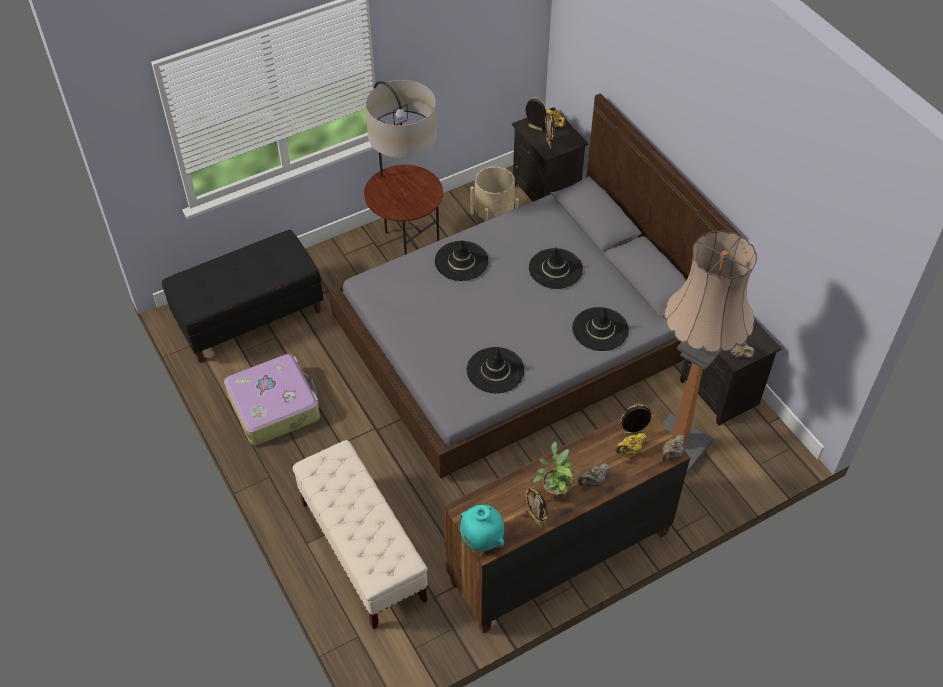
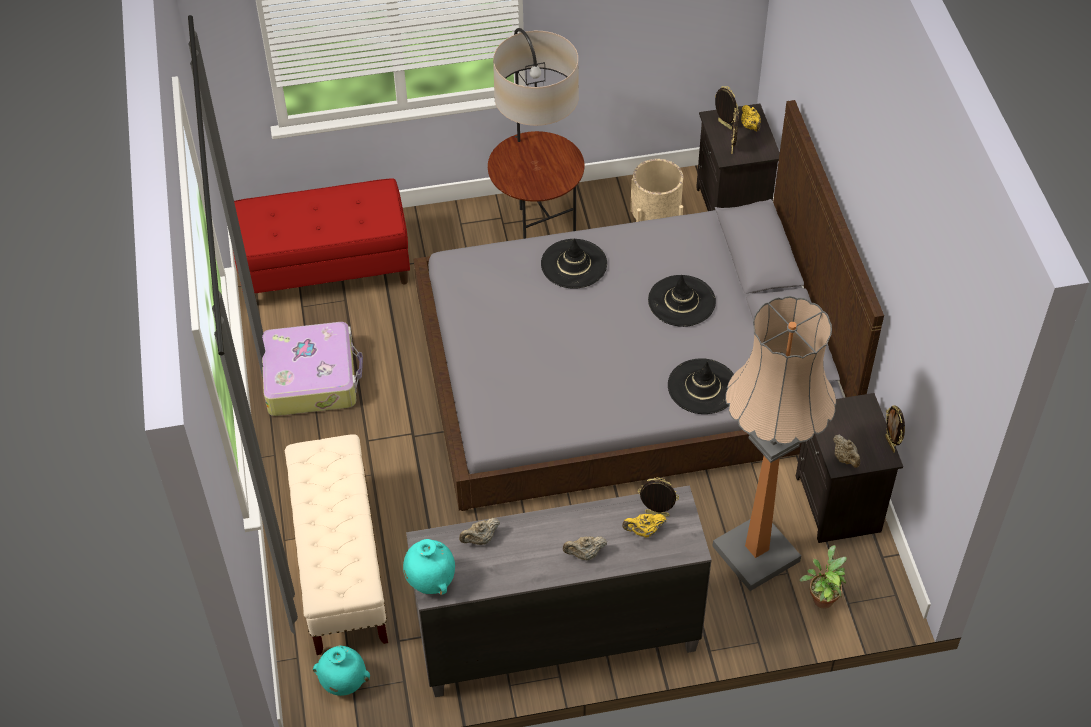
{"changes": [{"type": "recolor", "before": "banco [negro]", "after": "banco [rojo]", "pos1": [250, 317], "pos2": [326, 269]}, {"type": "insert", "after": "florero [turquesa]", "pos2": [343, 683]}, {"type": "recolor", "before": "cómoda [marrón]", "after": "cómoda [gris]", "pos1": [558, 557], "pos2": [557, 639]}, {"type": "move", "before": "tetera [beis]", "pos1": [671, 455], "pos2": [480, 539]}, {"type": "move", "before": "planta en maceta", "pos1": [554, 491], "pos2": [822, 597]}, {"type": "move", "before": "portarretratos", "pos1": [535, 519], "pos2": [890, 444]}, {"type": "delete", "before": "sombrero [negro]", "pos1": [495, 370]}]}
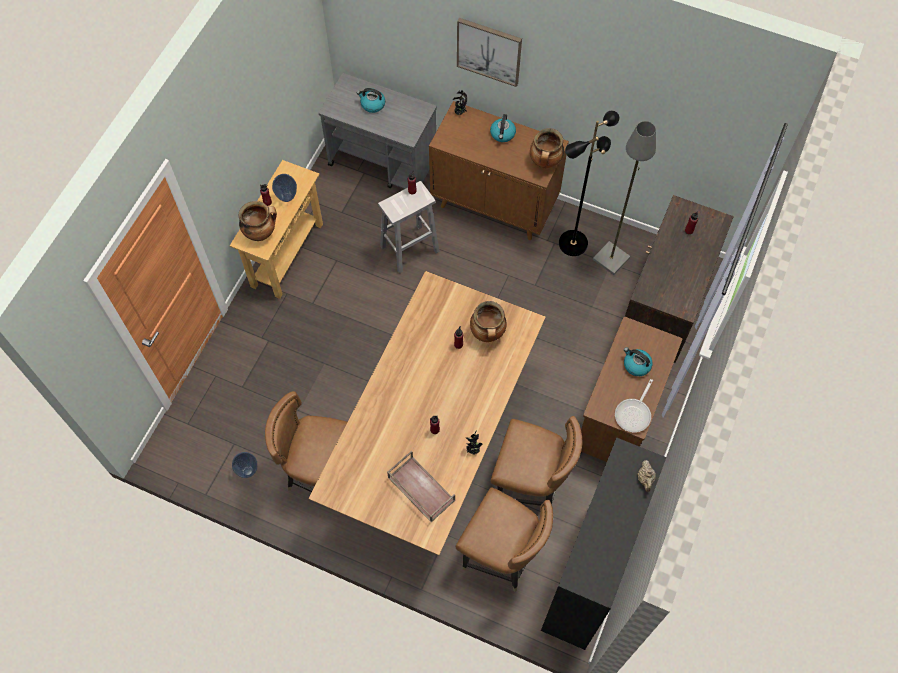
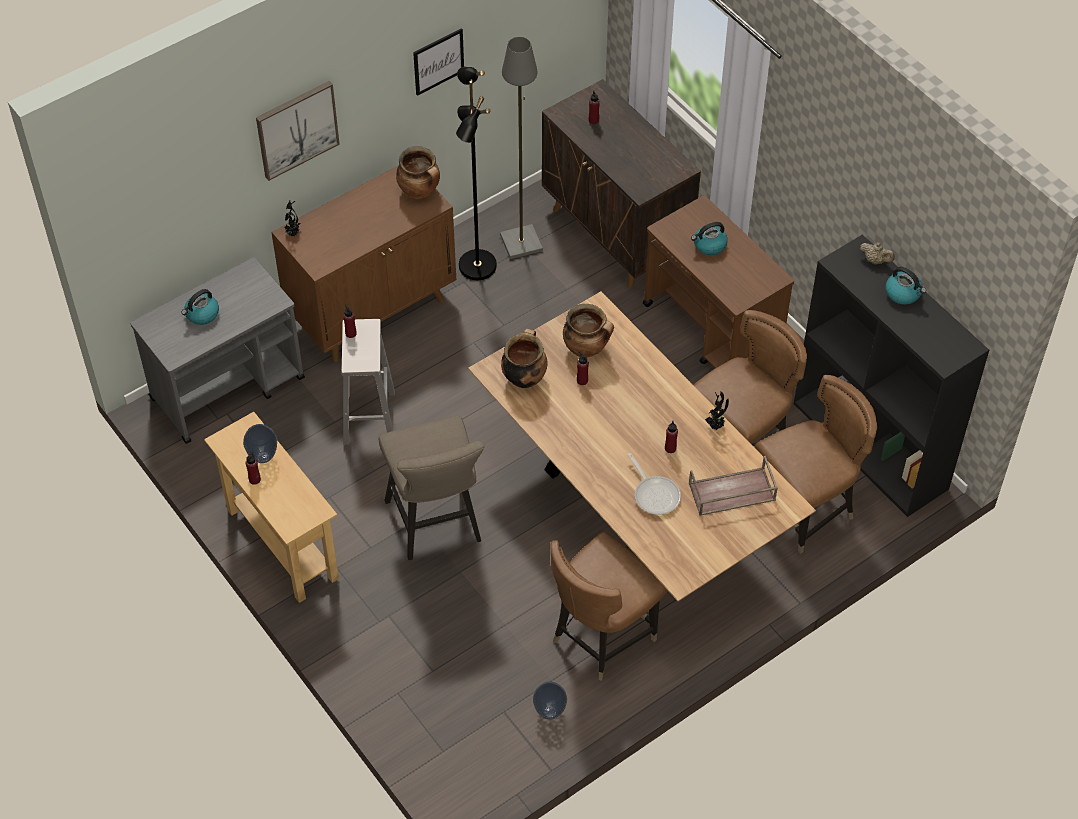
{"changes": [{"type": "insert", "after": "taburete [beis]", "pos2": [436, 526]}, {"type": "insert", "after": "cuadro", "pos2": [438, 61]}, {"type": "move", "before": "olla", "pos1": [261, 232], "pos2": [524, 377]}, {"type": "move", "before": "sartén", "pos1": [634, 414], "pos2": [655, 494]}, {"type": "move", "before": "hervidor", "pos1": [502, 134], "pos2": [903, 293]}]}
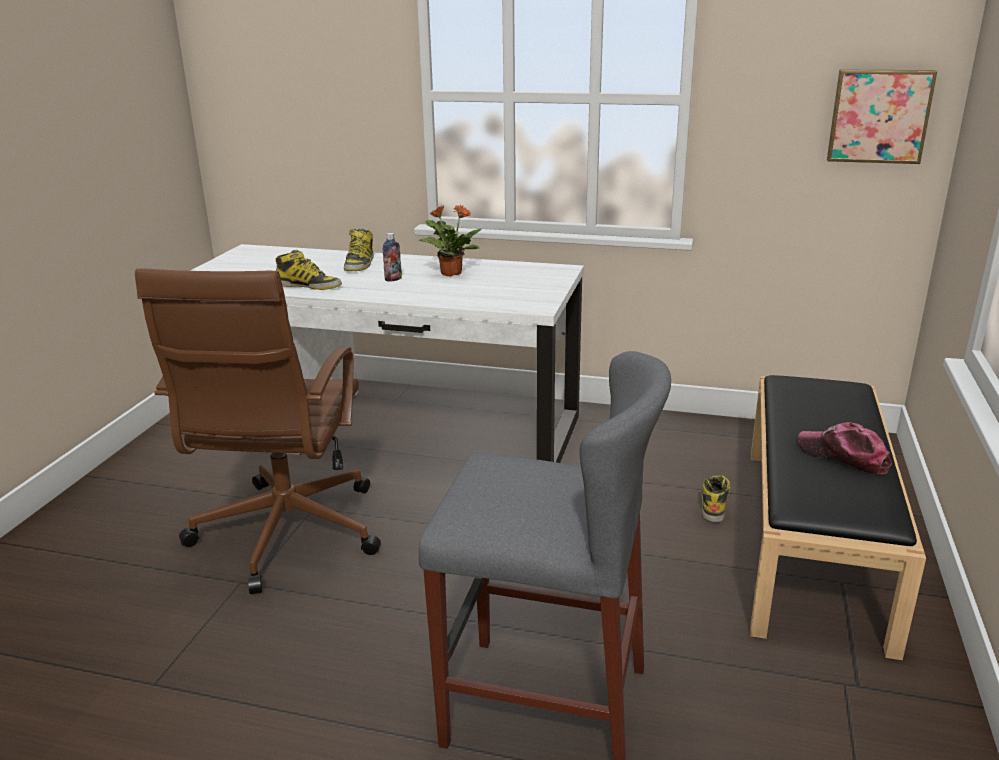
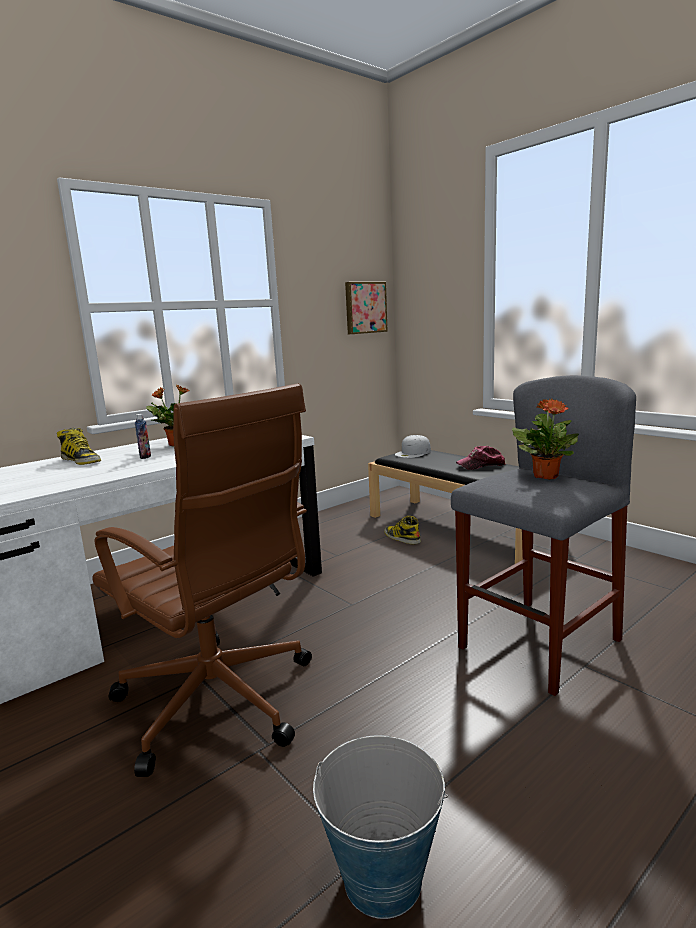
{"changes": [{"type": "insert", "after": "cubo", "pos2": [382, 878]}, {"type": "insert", "after": "gorra [blanco]", "pos2": [413, 453]}, {"type": "insert", "after": "planta en maceta", "pos2": [546, 476]}, {"type": "delete", "before": "bota", "pos1": [309, 286]}]}
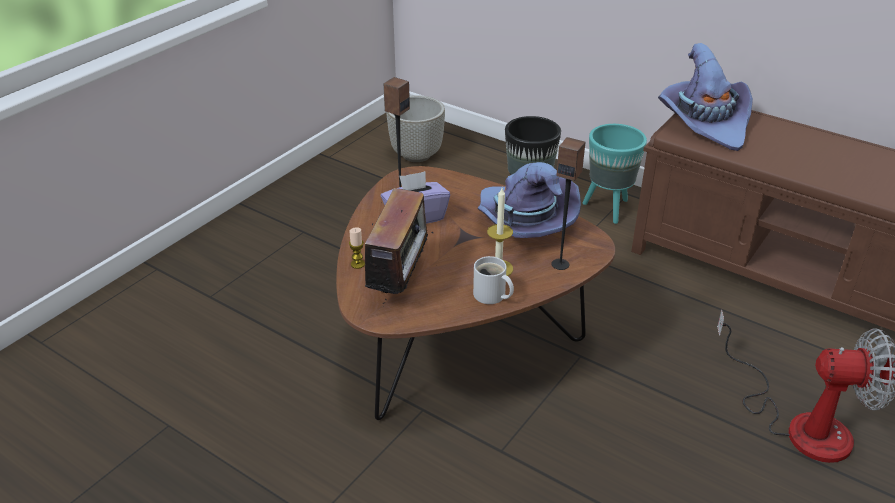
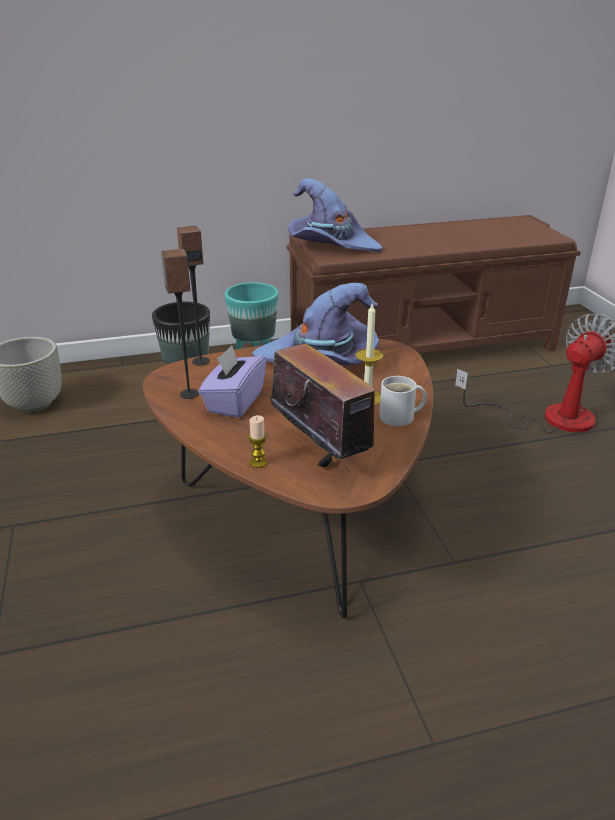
{"changes": [{"type": "move", "before": "altavoz", "pos1": [560, 264], "pos2": [200, 361]}]}
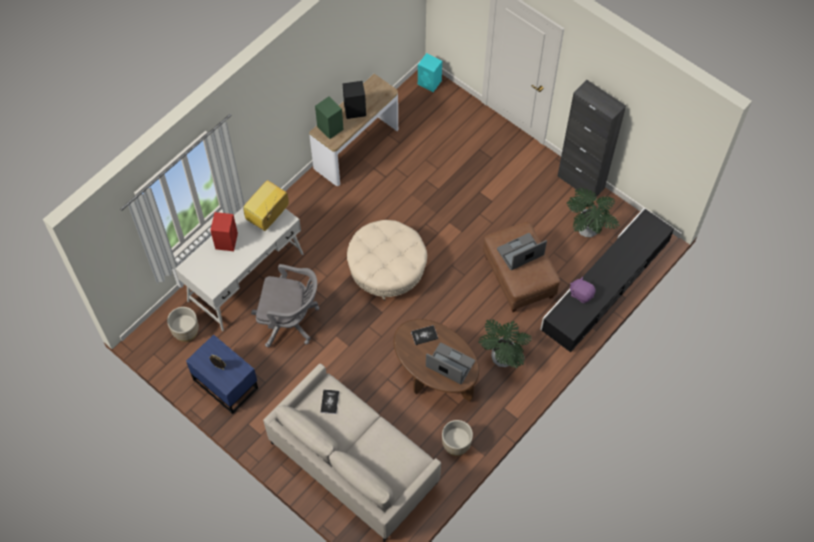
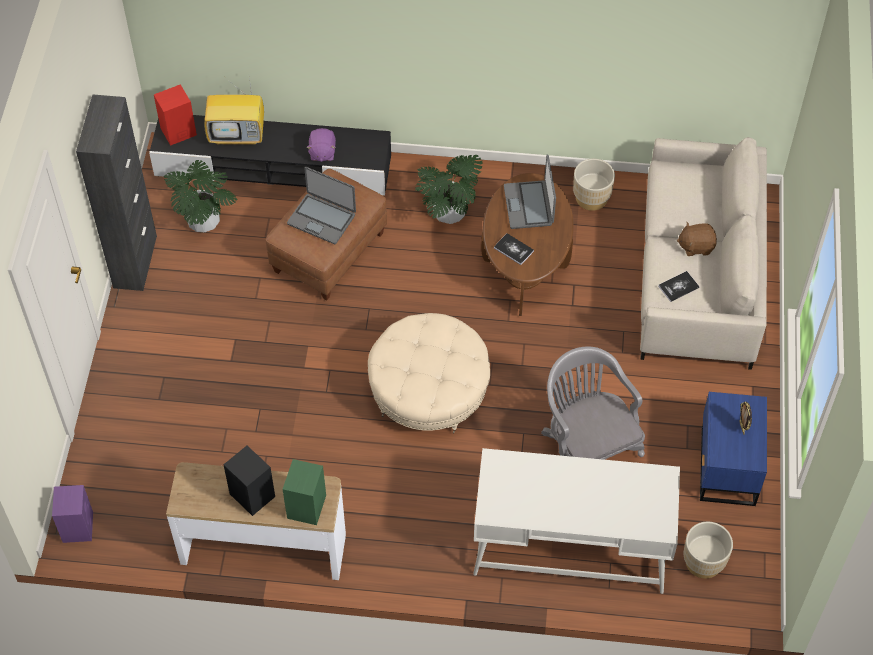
{"changes": [{"type": "recolor", "before": "altavoz [turquesa]", "after": "altavoz [morado]", "pos1": [430, 83], "pos2": [78, 526]}, {"type": "move", "before": "altavoz [rojo]", "pos1": [226, 240], "pos2": [177, 132]}, {"type": "move", "before": "televisor", "pos1": [268, 216], "pos2": [238, 135]}, {"type": "insert", "after": "peluche [marrón]", "pos2": [696, 246]}]}
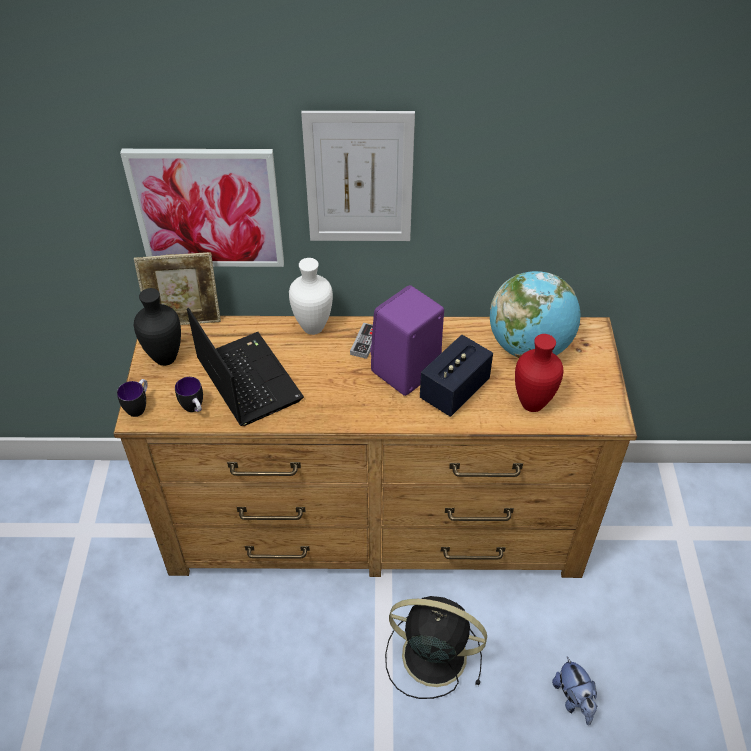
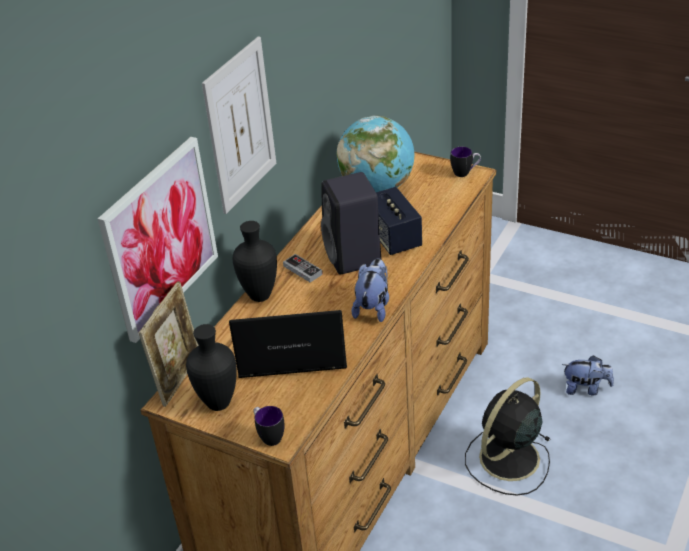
{"changes": [{"type": "recolor", "before": "florero [blanco]", "after": "florero [negro]", "pos1": [312, 329], "pos2": [261, 296]}, {"type": "recolor", "before": "altavoz [morado]", "after": "altavoz [negro]", "pos1": [404, 372], "pos2": [354, 257]}, {"type": "insert", "after": "peluche", "pos2": [373, 307]}, {"type": "move", "before": "taza grande", "pos1": [194, 409], "pos2": [465, 173]}, {"type": "delete", "before": "florero [rojo]", "pos1": [533, 405]}]}
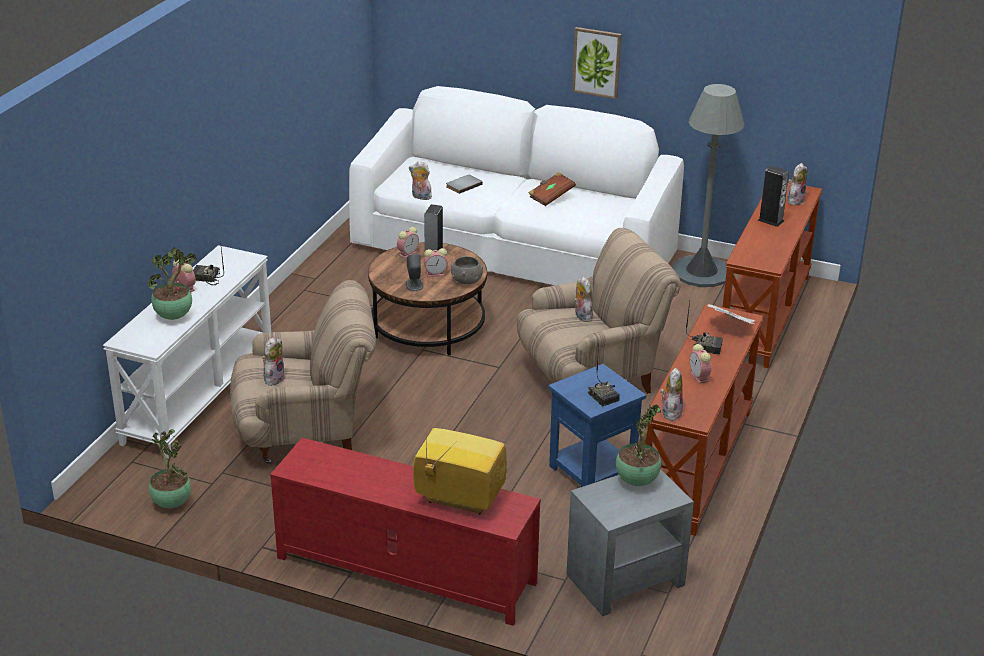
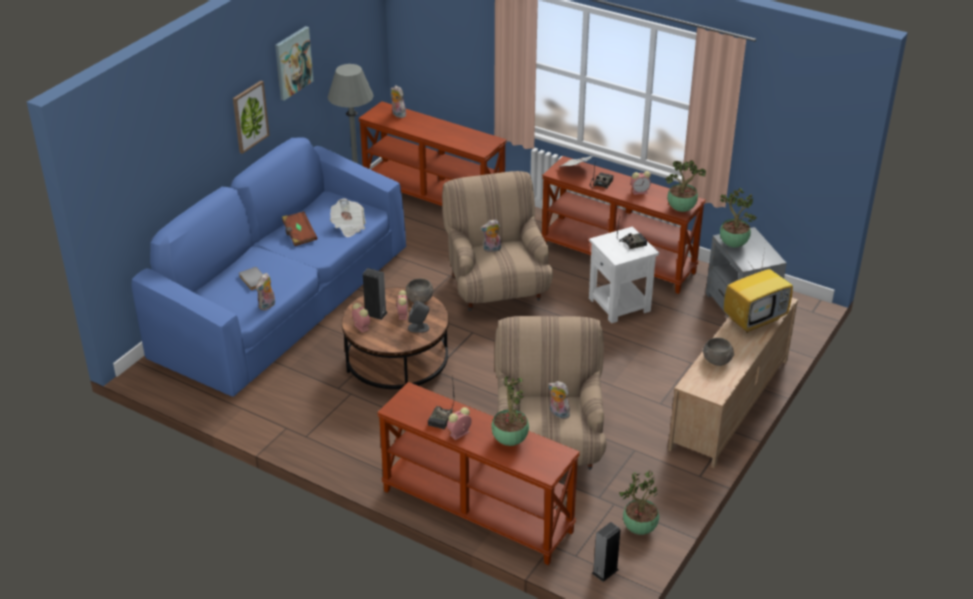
{"changes": [{"type": "recolor", "before": "sofá [blanco]", "after": "sofá [azul]", "pos1": [513, 250], "pos2": [282, 303]}, {"type": "insert", "after": "cuadro", "pos2": [293, 62]}, {"type": "insert", "after": "periódico", "pos2": [348, 226]}, {"type": "recolor", "before": "mesa consola [blanco]", "after": "mesa consola [marrón]", "pos1": [198, 395], "pos2": [476, 511]}, {"type": "recolor", "before": "mesa auxiliar [azul]", "after": "mesa auxiliar [blanco]", "pos1": [591, 471], "pos2": [620, 305]}, {"type": "move", "before": "altavoz", "pos1": [770, 220], "pos2": [605, 571]}, {"type": "replace", "before": "peluche", "after": "planta en maceta", "pos1": [670, 412], "pos2": [682, 209]}, {"type": "recolor", "before": "mueble de televisión [rojo]", "after": "mueble de televisión [beis]", "pos1": [405, 570], "pos2": [729, 403]}, {"type": "insert", "after": "cuenco [gris]", "pos2": [717, 360]}, {"type": "rotate", "before": "televisor", "pos1": [457, 499], "pos2": [755, 319], "turn": -150}]}
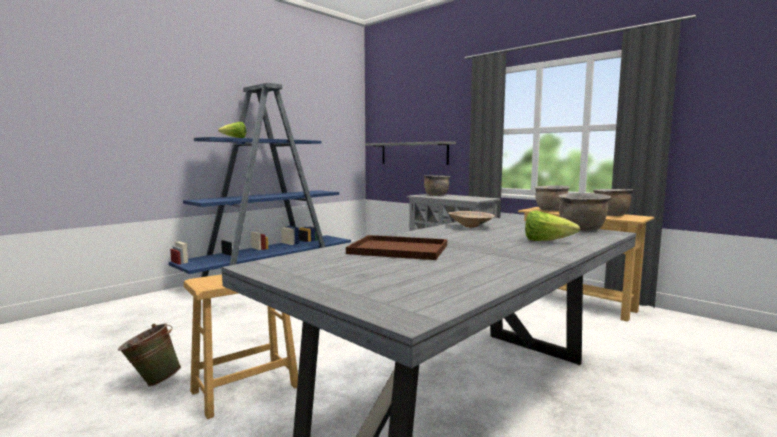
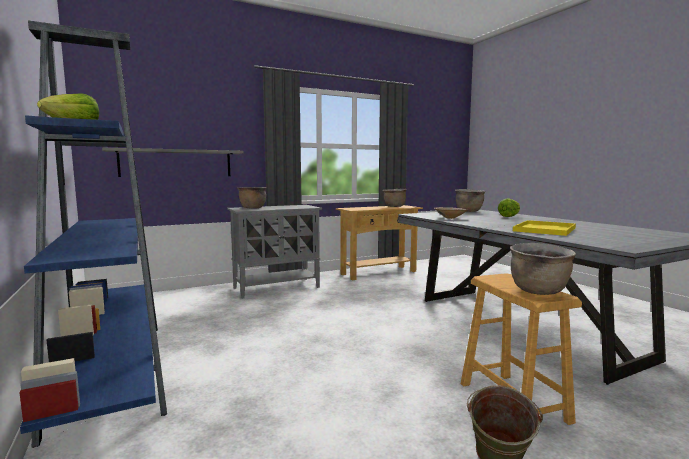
{"changes": [{"type": "move", "before": "olla [marrón]", "pos1": [550, 210], "pos2": [539, 291]}, {"type": "recolor", "before": "bandeja [marrón]", "after": "bandeja [amarillo]", "pos1": [400, 249], "pos2": [544, 229]}]}
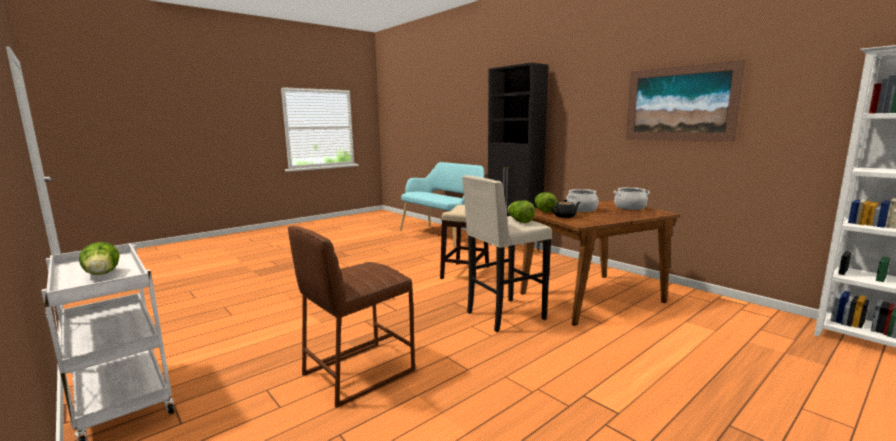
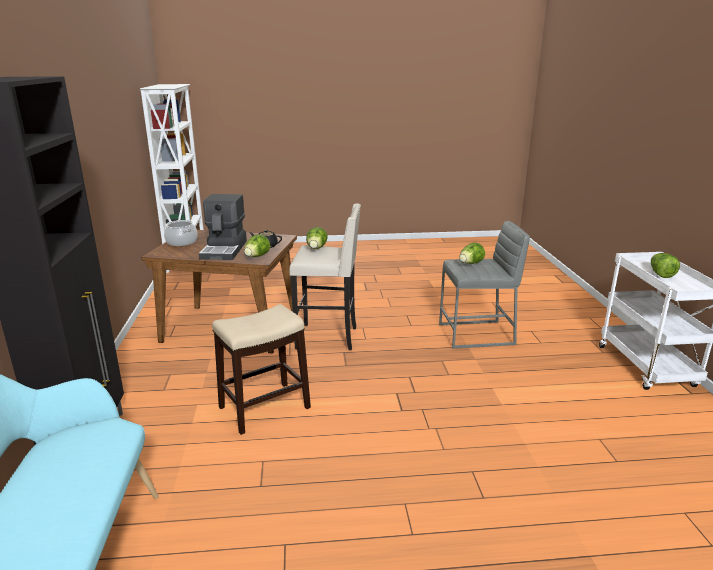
{"changes": [{"type": "replace", "before": "olla", "after": "cafetera", "pos1": [581, 210], "pos2": [225, 250]}, {"type": "recolor", "before": "taburete [marrón]", "after": "taburete [gris]", "pos1": [357, 372], "pos2": [477, 334]}, {"type": "insert", "after": "lechuga", "pos2": [470, 263]}, {"type": "delete", "before": "cuadro", "pos1": [679, 104]}]}
